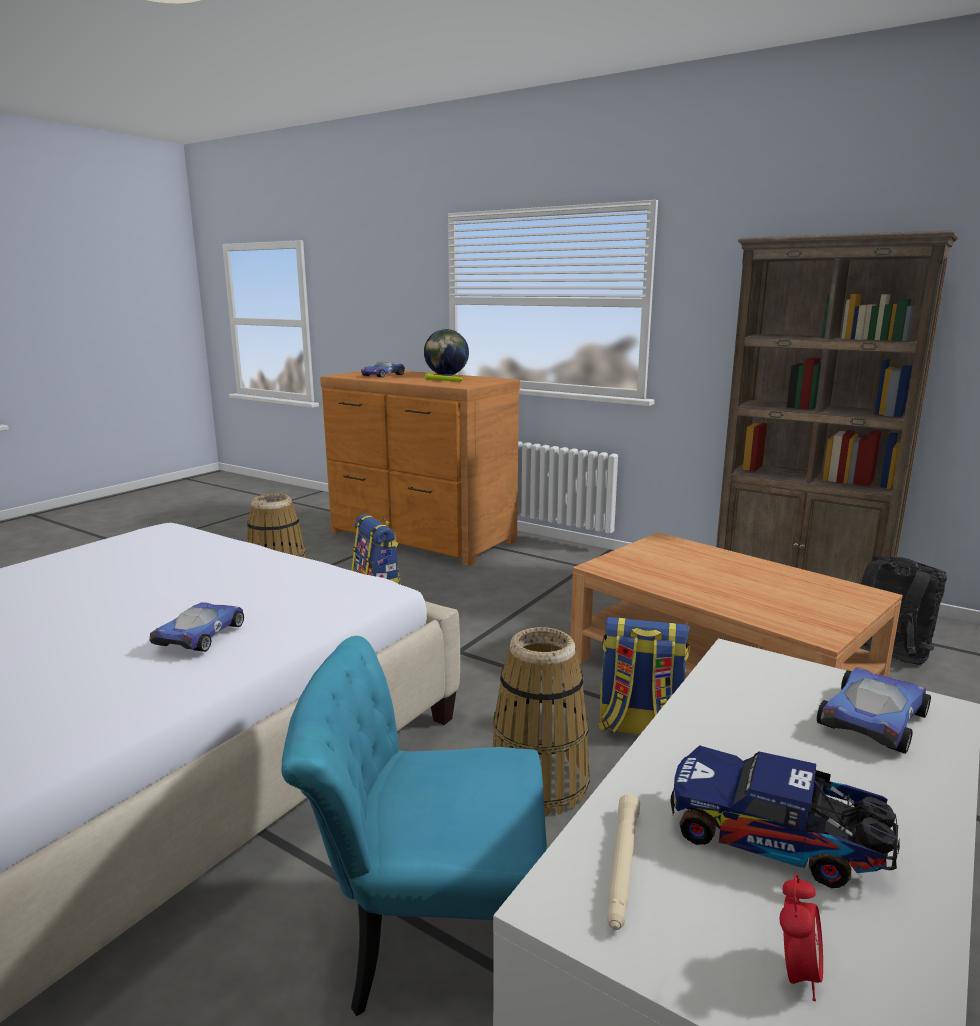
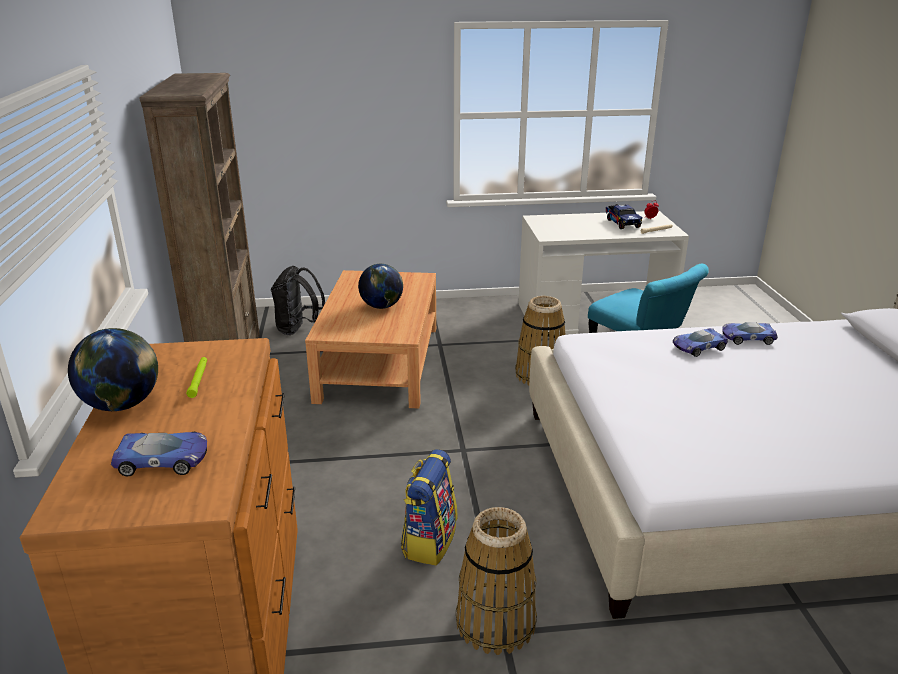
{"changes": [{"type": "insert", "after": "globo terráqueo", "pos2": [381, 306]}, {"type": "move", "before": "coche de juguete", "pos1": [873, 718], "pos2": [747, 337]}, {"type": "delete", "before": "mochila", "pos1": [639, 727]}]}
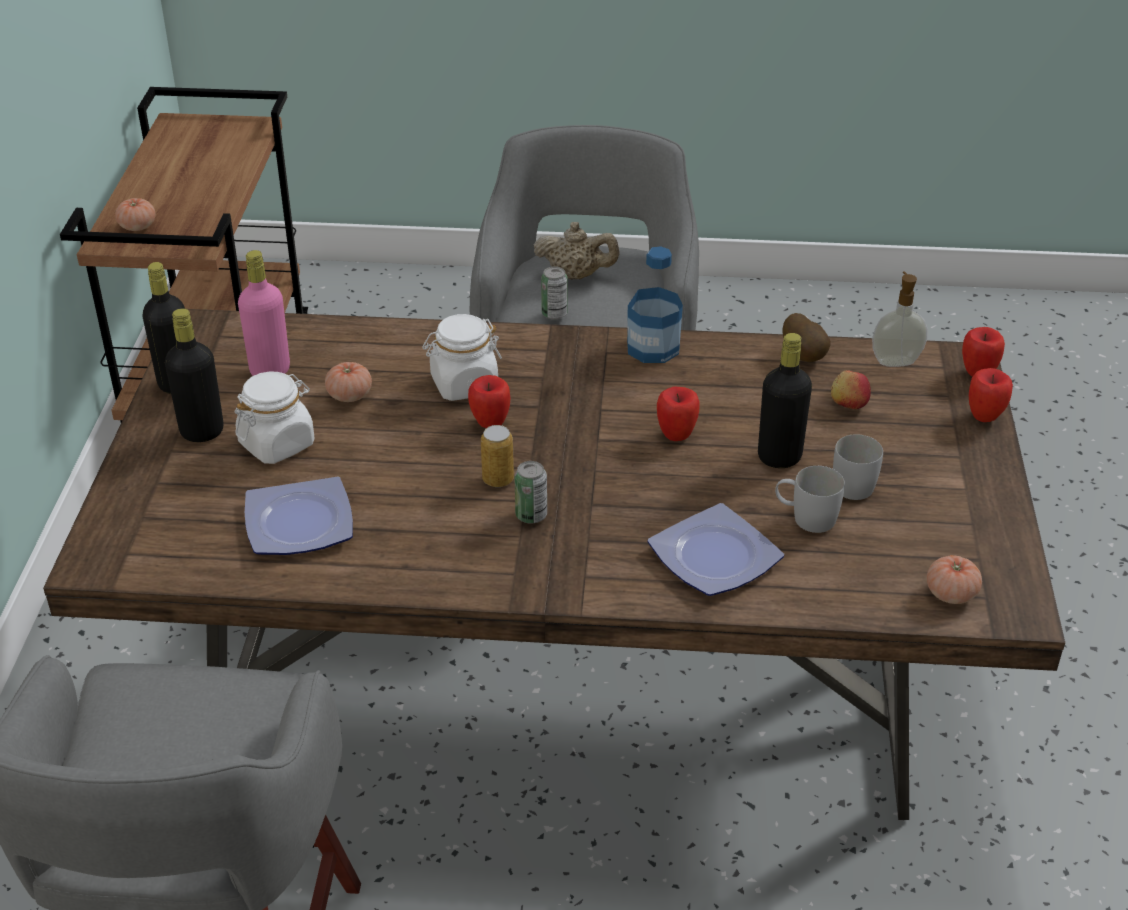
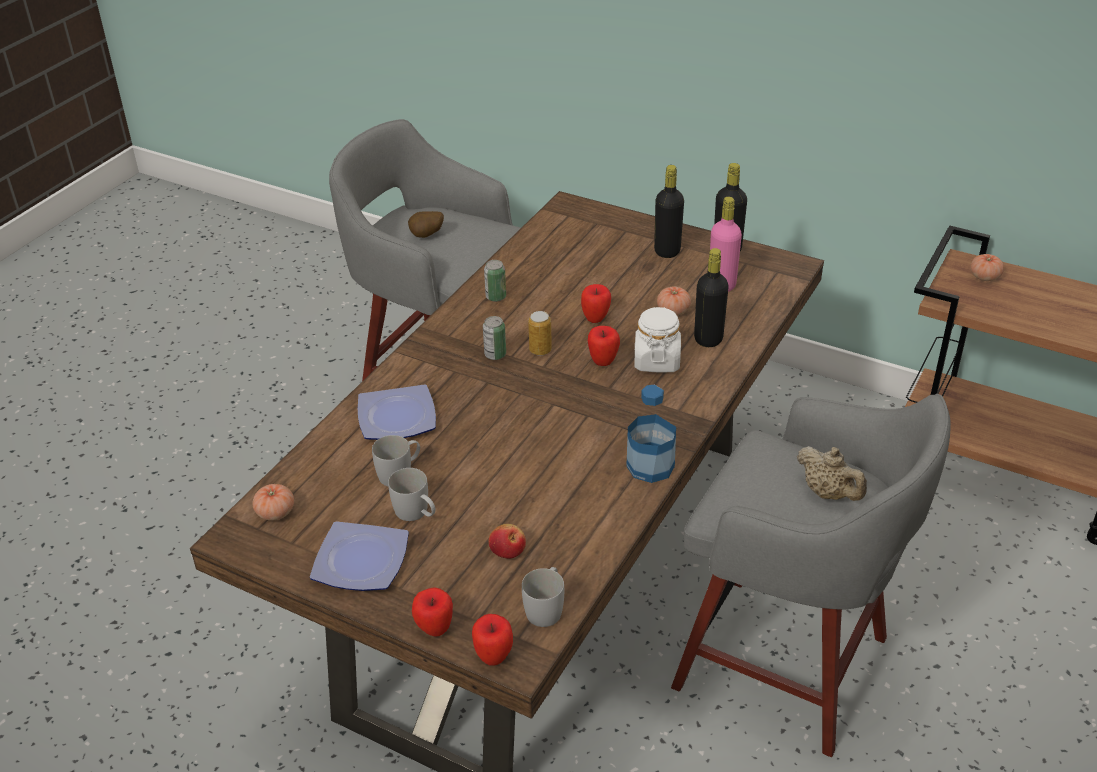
{"changes": [{"type": "move", "before": "plato", "pos1": [301, 524], "pos2": [359, 562]}, {"type": "move", "before": "patata", "pos1": [805, 355], "pos2": [427, 236]}, {"type": "move", "before": "lata", "pos1": [554, 314], "pos2": [496, 297]}, {"type": "replace", "before": "dispensador de jabón", "after": "taza grande [blanco]", "pos1": [895, 361], "pos2": [546, 608]}, {"type": "move", "before": "manzana", "pos1": [676, 434], "pos2": [596, 319]}, {"type": "move", "before": "botella [negro]", "pos1": [779, 457], "pos2": [708, 339]}, {"type": "rotate", "before": "tetera [beis]", "pos1": [576, 275], "pos2": [828, 493], "turn": -75}, {"type": "delete", "before": "tarro [blanco]", "pos1": [277, 444]}]}
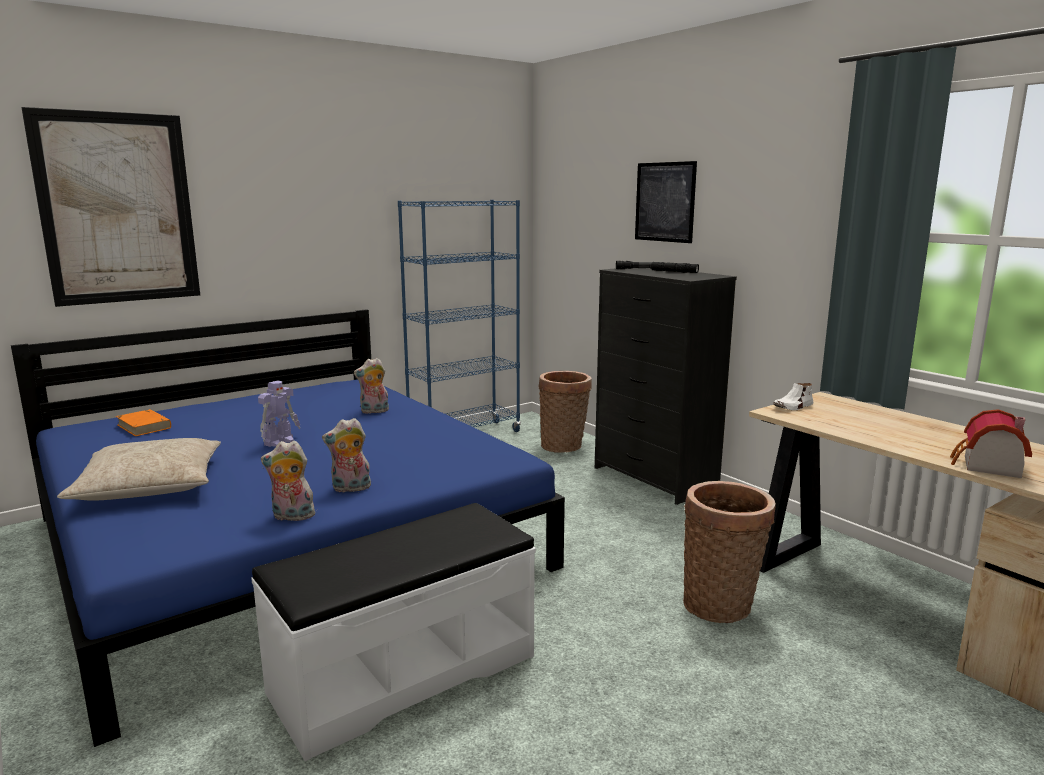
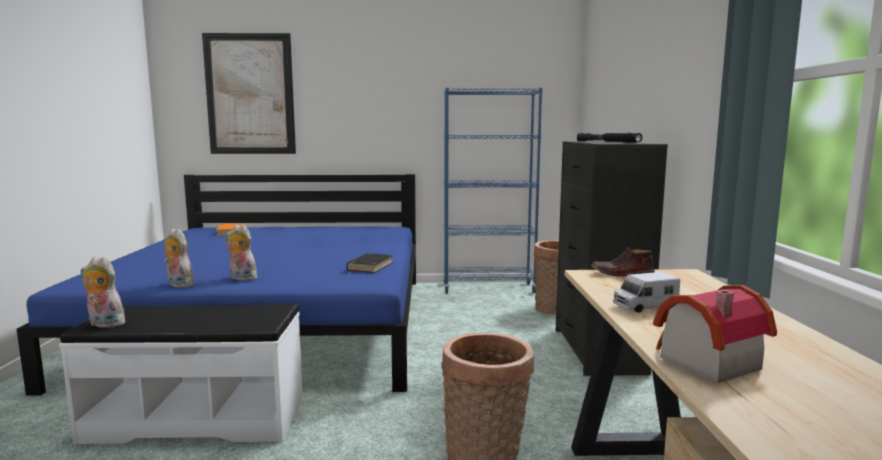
{"changes": [{"type": "move", "before": "peluche", "pos1": [374, 411], "pos2": [104, 324]}, {"type": "insert", "after": "libro [negro]", "pos2": [370, 266]}, {"type": "recolor", "before": "zapato [blanco]", "after": "zapato [marrón]", "pos1": [793, 407], "pos2": [622, 274]}, {"type": "insert", "after": "camión de juguete", "pos2": [644, 306]}, {"type": "delete", "before": "cojín [beis]", "pos1": [149, 485]}, {"type": "delete", "before": "robot de juguete", "pos1": [280, 441]}, {"type": "delete", "before": "cuadro", "pos1": [665, 202]}]}
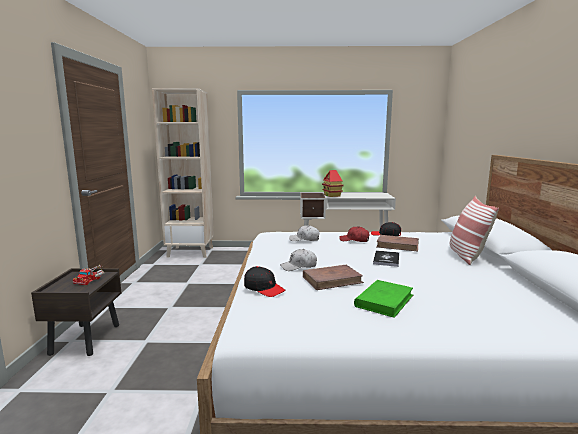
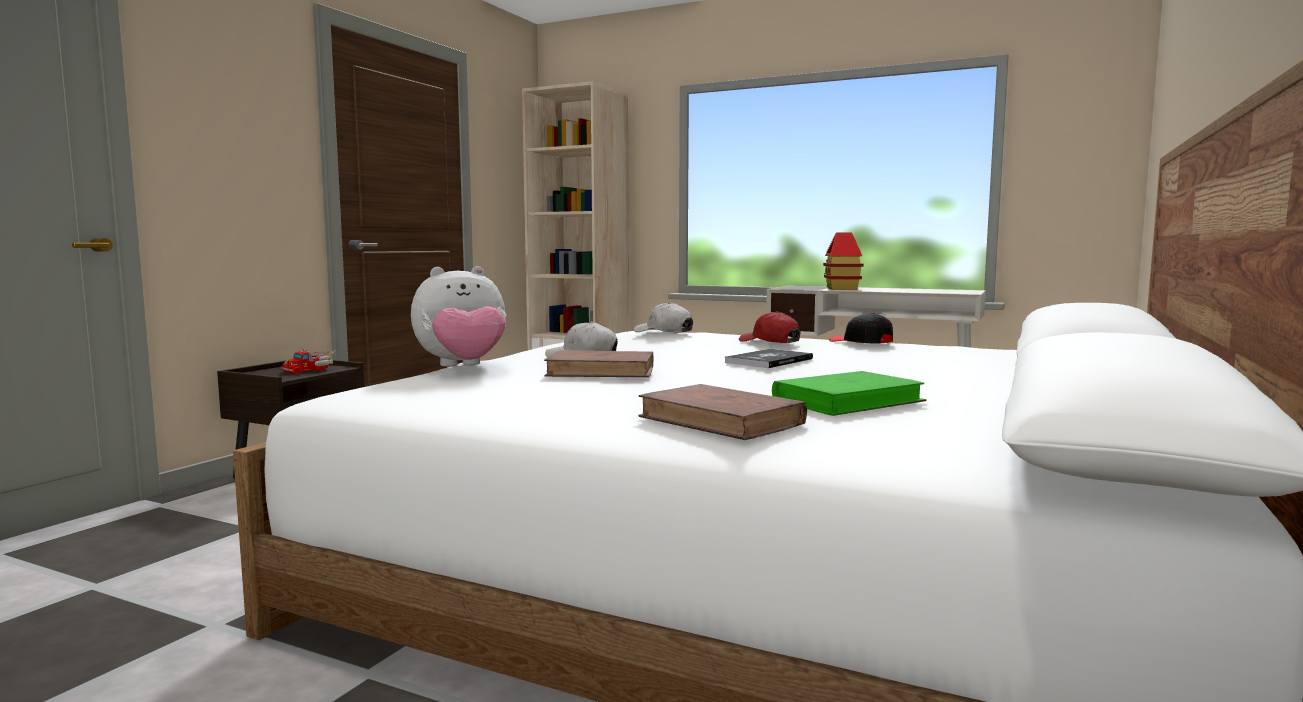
{"changes": [{"type": "replace", "before": "gorra [negro]", "after": "peluche", "pos1": [264, 288], "pos2": [463, 366]}, {"type": "move", "before": "libro [marrón]", "pos1": [398, 245], "pos2": [721, 420]}, {"type": "move", "before": "libro [verde]", "pos1": [384, 301], "pos2": [848, 401]}, {"type": "delete", "before": "cojín", "pos1": [466, 255]}]}
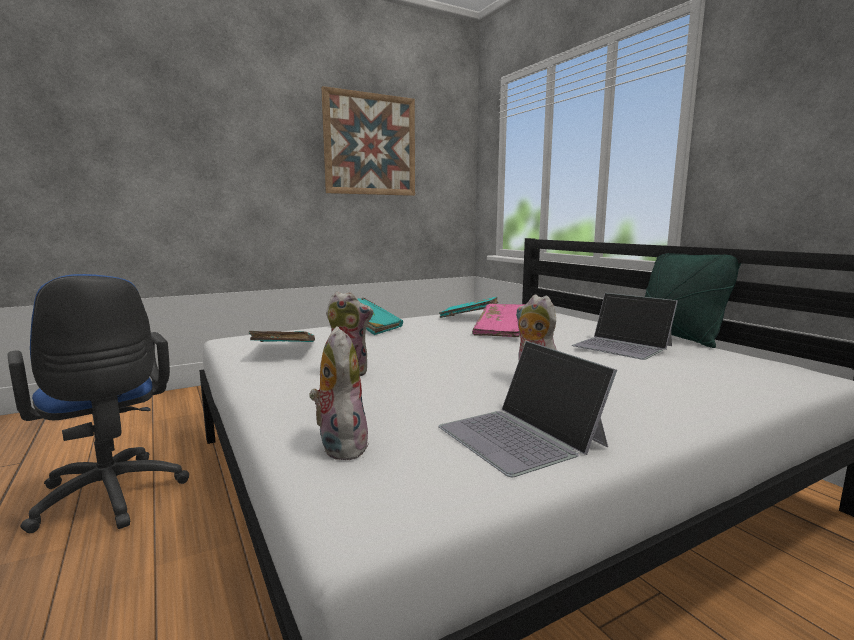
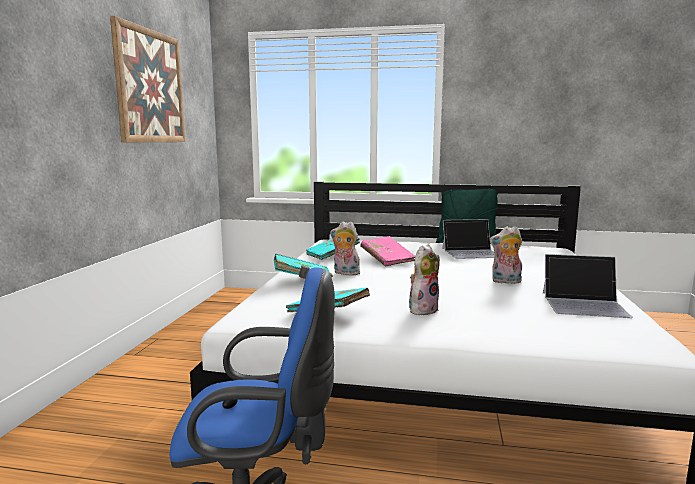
{"changes": [{"type": "move", "before": "peluche", "pos1": [340, 446], "pos2": [345, 273]}]}
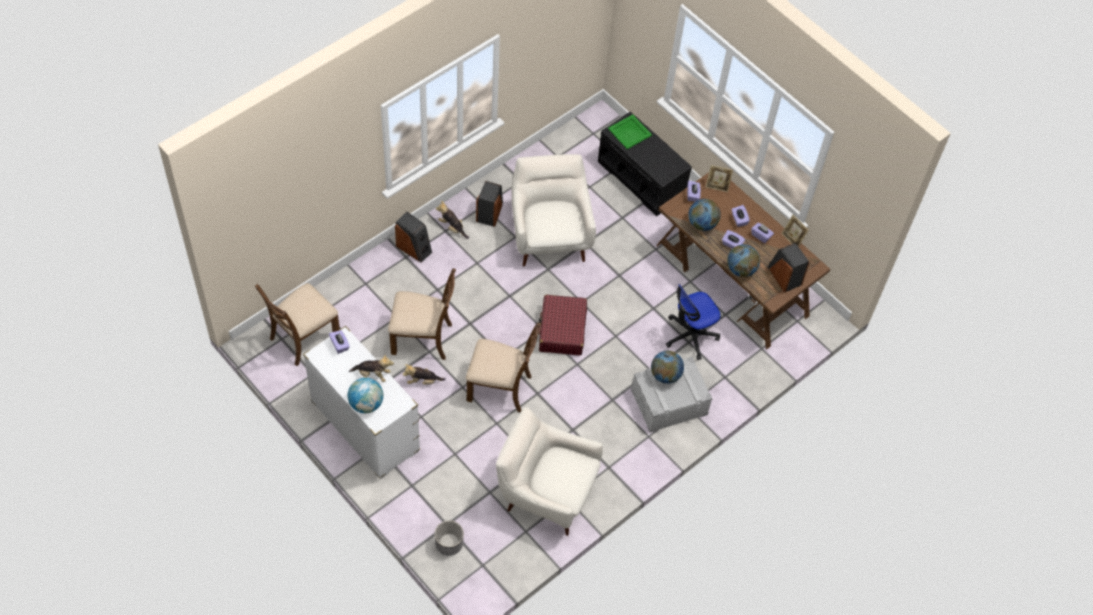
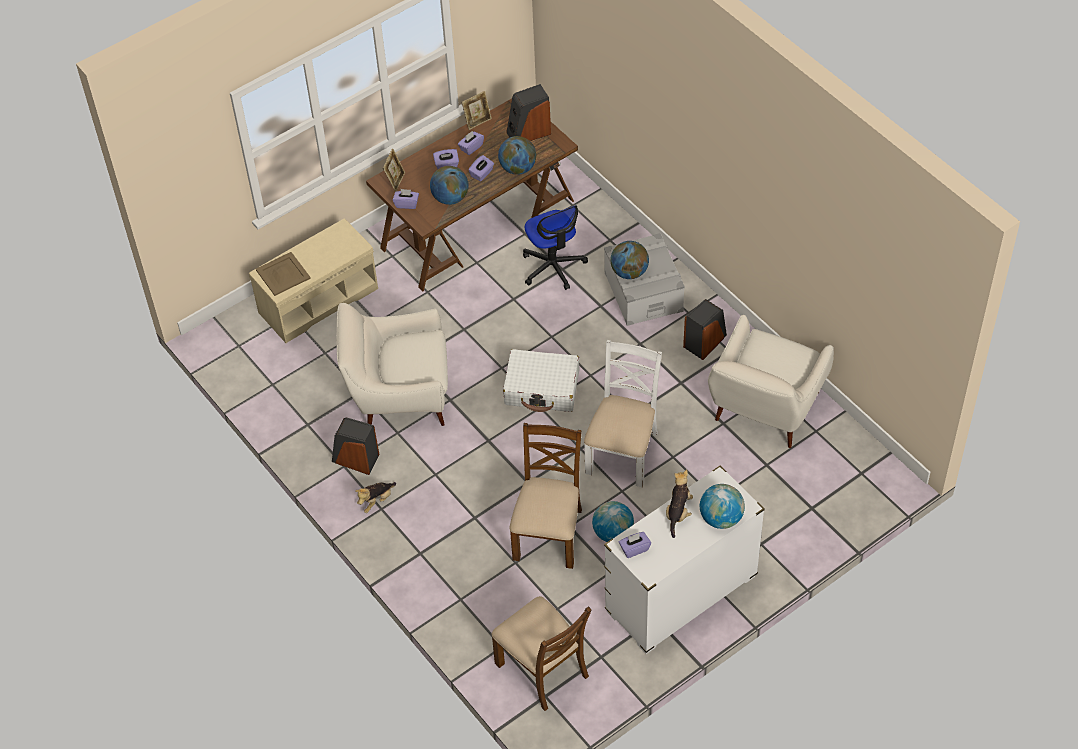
{"changes": [{"type": "recolor", "before": "banco [negro]", "after": "banco [beis]", "pos1": [642, 179], "pos2": [318, 299]}, {"type": "recolor", "before": "bandeja [verde]", "after": "bandeja [beis]", "pos1": [630, 132], "pos2": [283, 273]}, {"type": "recolor", "before": "maleta [rojo]", "after": "maleta [blanco]", "pos1": [562, 330], "pos2": [542, 388]}, {"type": "recolor", "before": "silla [marrón]", "after": "silla [blanco]", "pos1": [500, 388], "pos2": [623, 452]}, {"type": "replace", "before": "peluche", "after": "globo terráqueo", "pos1": [423, 381], "pos2": [613, 533]}, {"type": "move", "before": "altavoz", "pos1": [414, 248], "pos2": [705, 342]}, {"type": "delete", "before": "maceta", "pos1": [449, 543]}]}
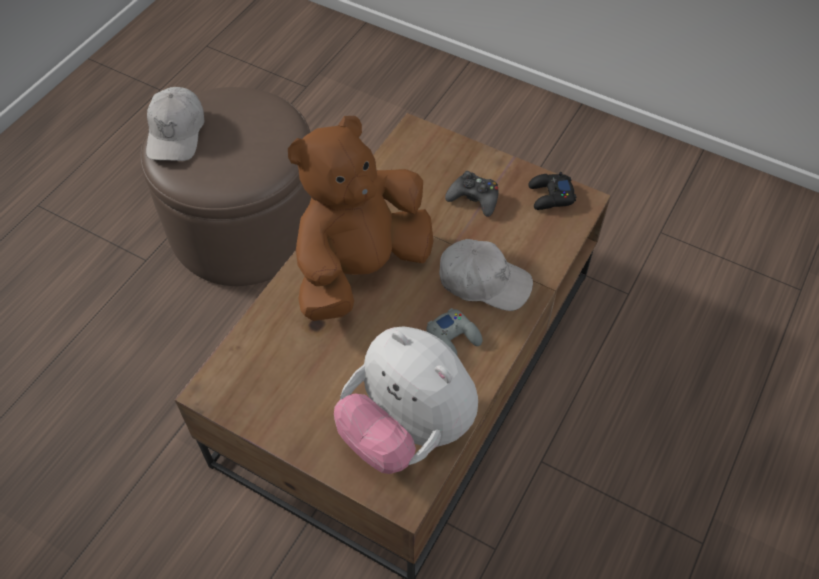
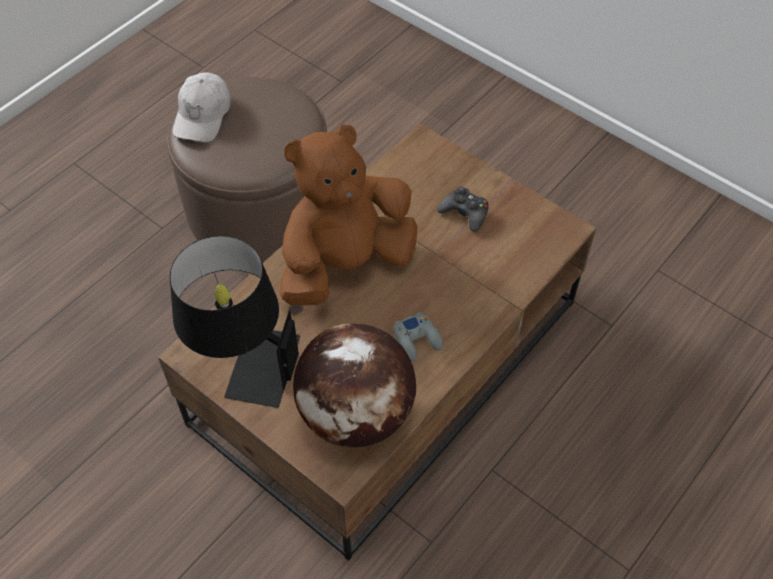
{"changes": [{"type": "insert", "after": "lámpara de mesa [negro]", "pos2": [244, 363]}, {"type": "replace", "before": "peluche", "after": "globo terráqueo", "pos1": [406, 429], "pos2": [356, 414]}, {"type": "delete", "before": "gorra [blanco]", "pos1": [483, 281]}, {"type": "delete", "before": "mando de consola [negro]", "pos1": [550, 196]}]}
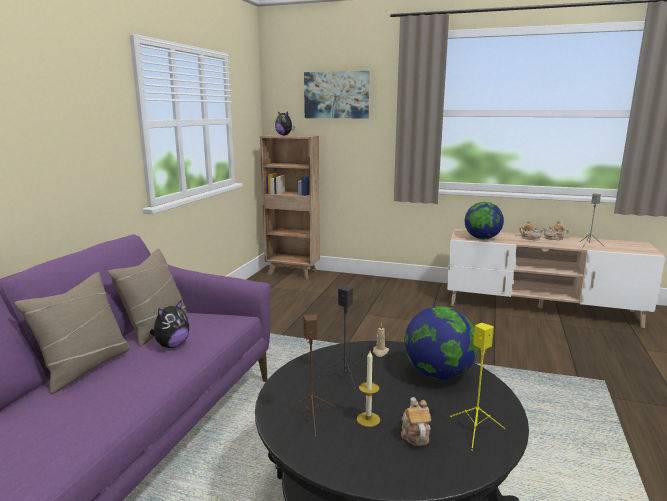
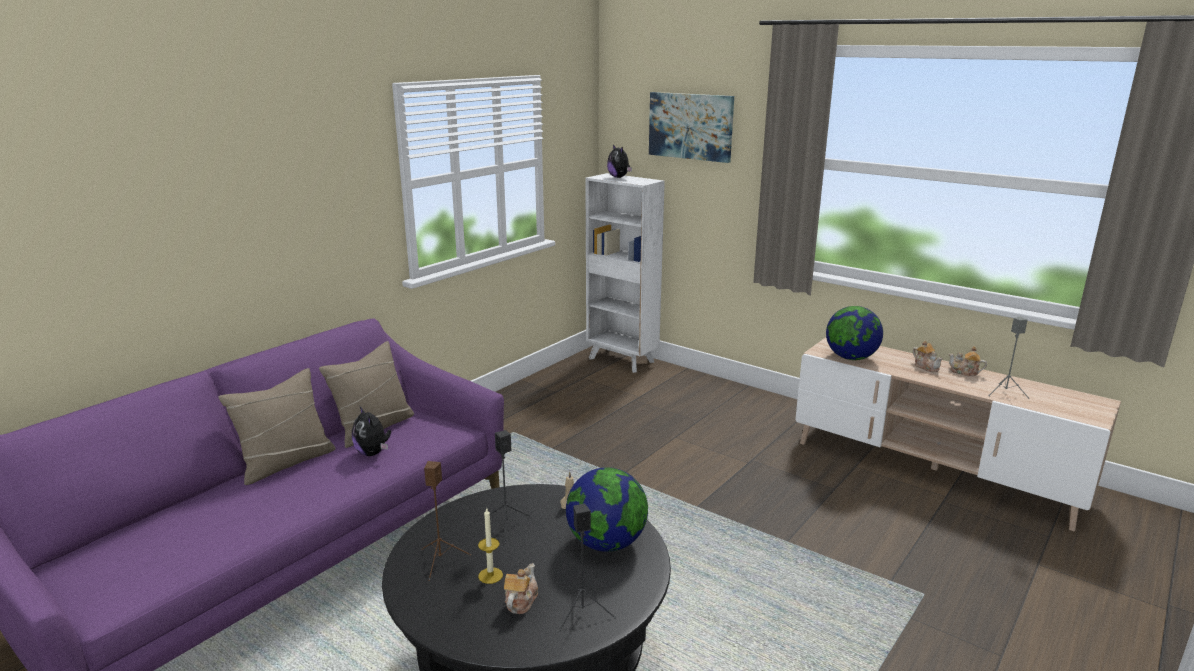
{"changes": [{"type": "rotate", "before": "peluche", "pos1": [172, 345], "pos2": [373, 453], "turn": 90}, {"type": "recolor", "before": "altavoz [amarillo]", "after": "altavoz [negro]", "pos1": [476, 431], "pos2": [583, 613]}, {"type": "recolor", "before": "estantería [marrón]", "after": "estantería [blanco]", "pos1": [293, 273], "pos2": [622, 360]}]}
